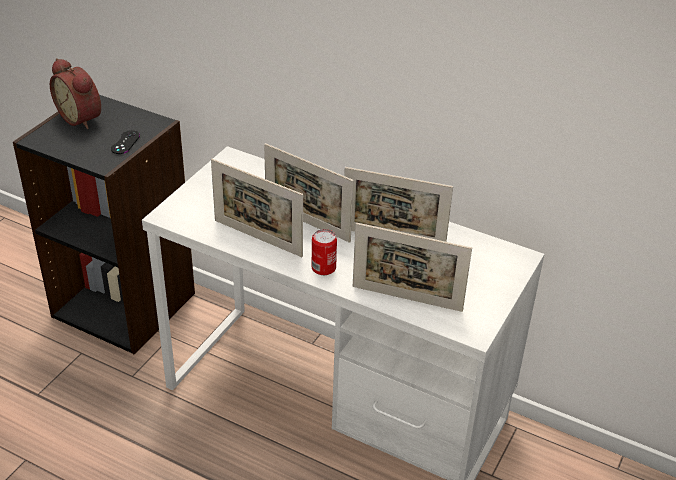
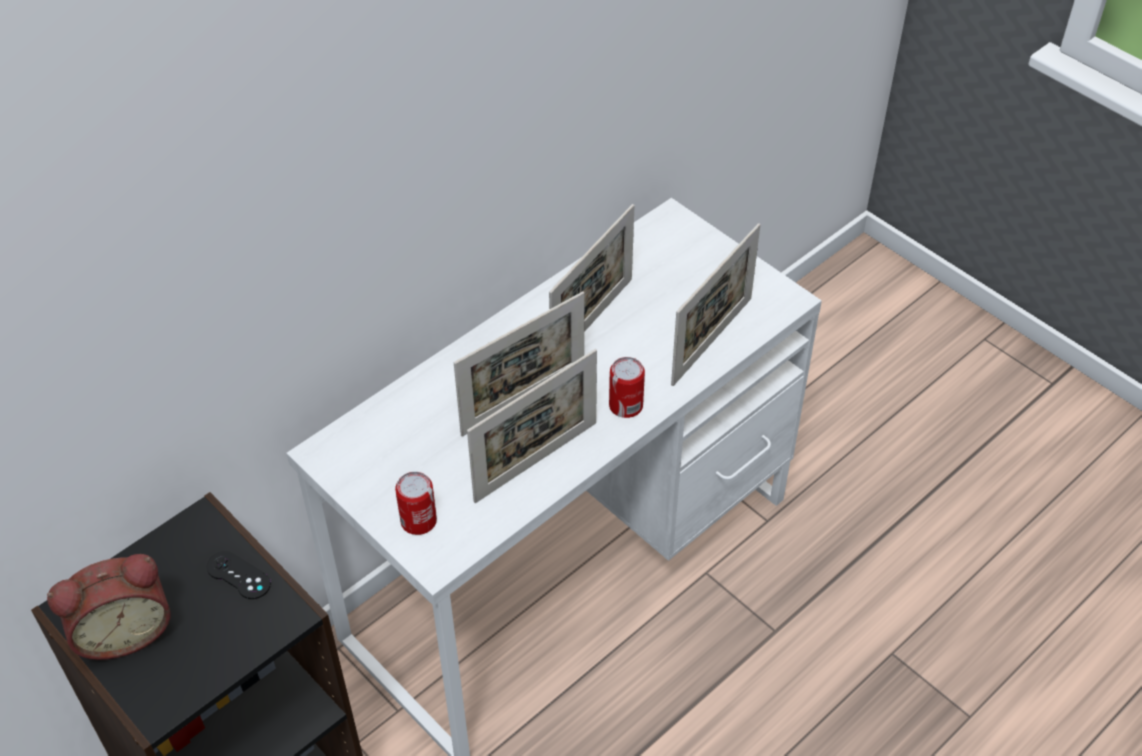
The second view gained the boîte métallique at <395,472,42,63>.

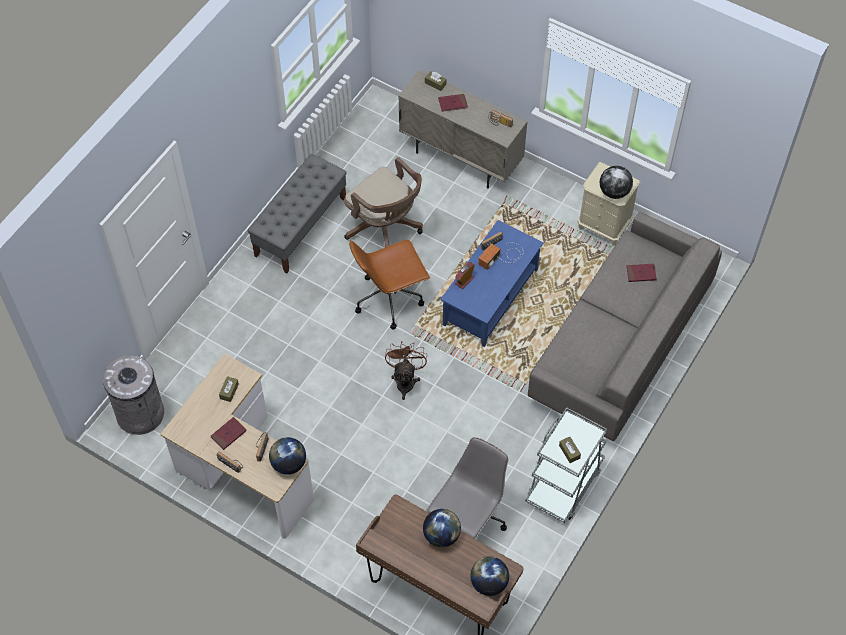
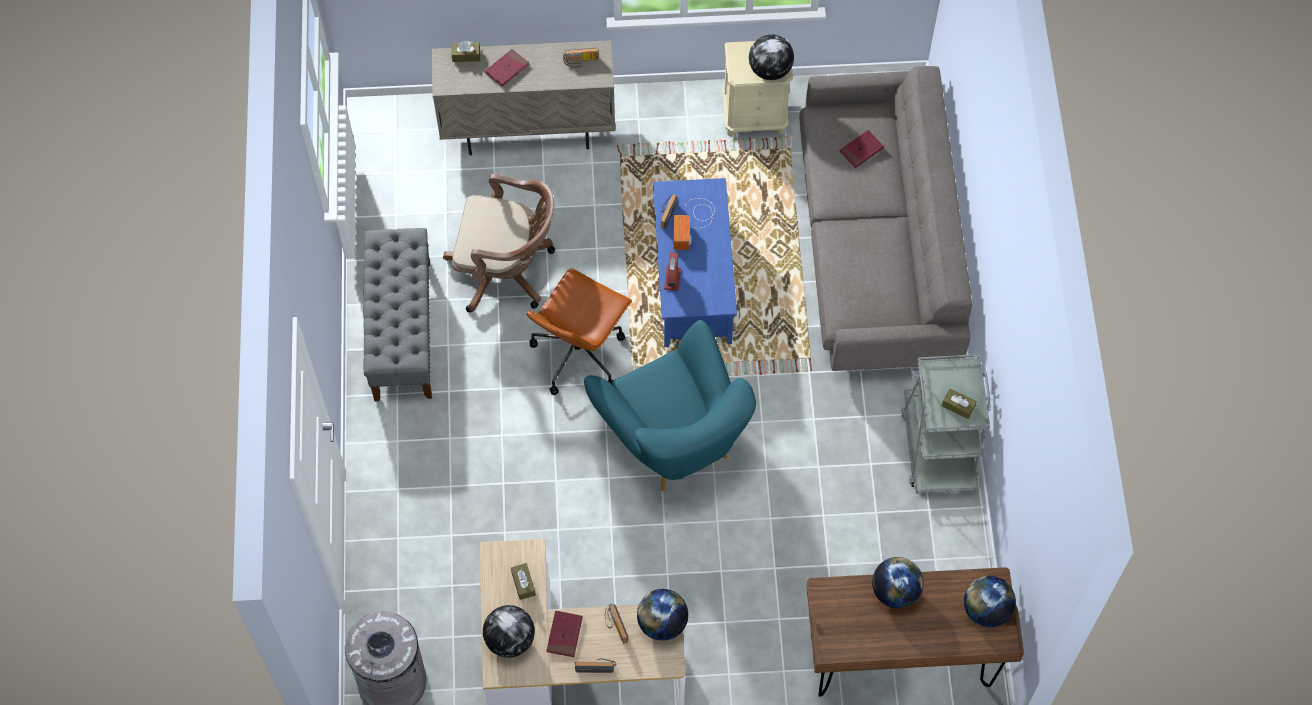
The second view gained the globe at <483,605,52,53>.
Where the ventilateur [marron] stood at <385,341,42,59>, the fauteuil [turquoise] came to stand at <584,320,172,171>.
The second view lost the chaise de bureau [gris] at <426,437,82,102>.

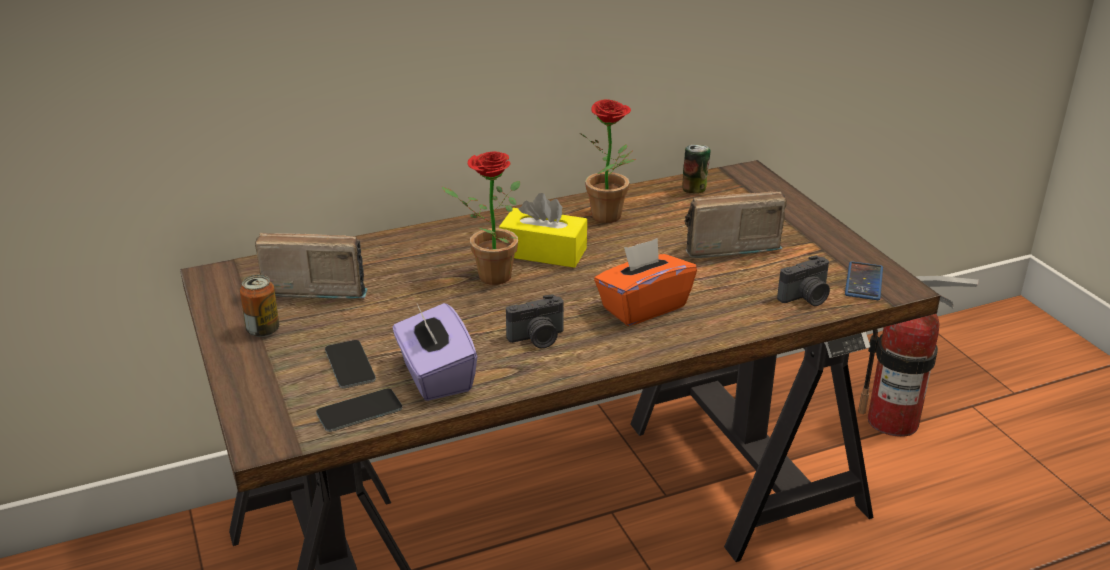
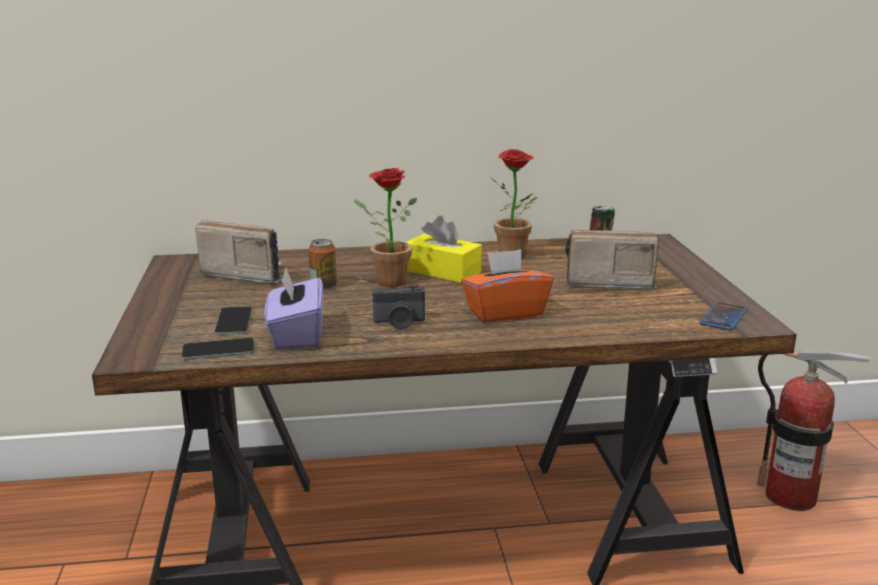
The boîte métallique ended up elsewhere, having gone from <240,275,39,62> to <308,239,29,51>.
The second view lost the appareil photo at <777,255,53,51>.

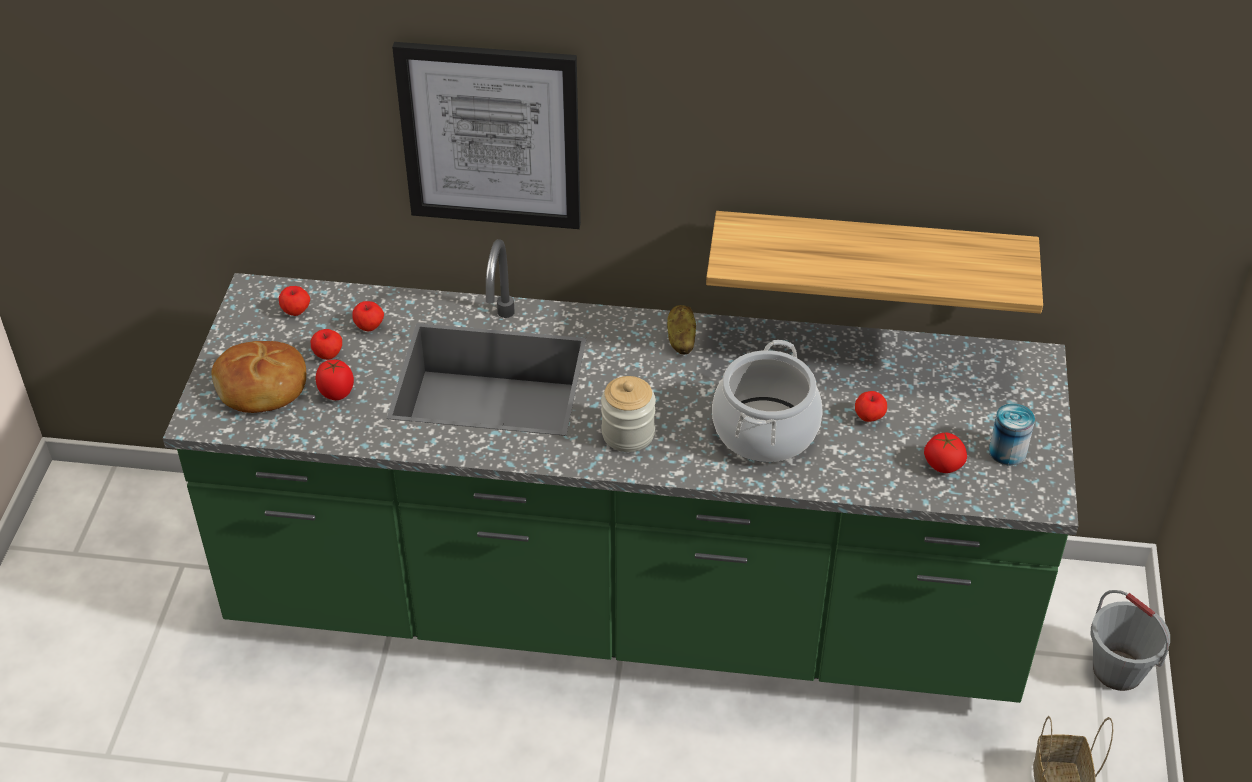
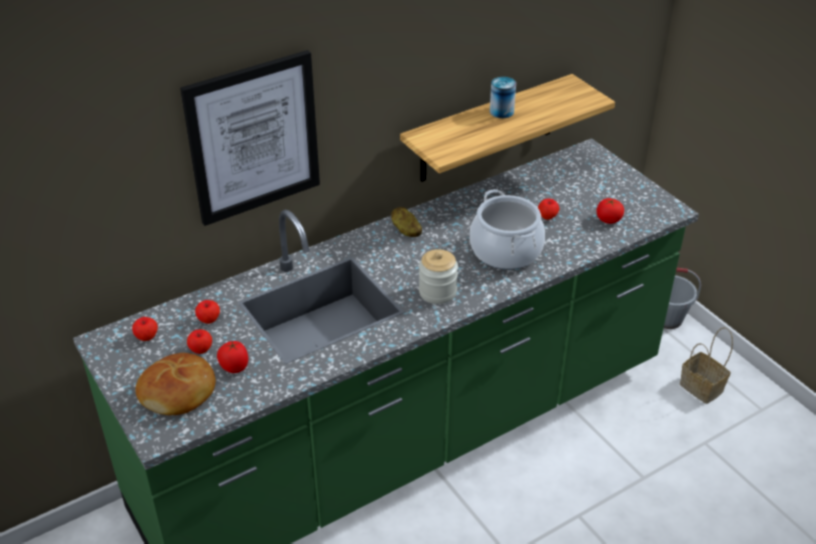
The boîte métallique ended up elsewhere, having gone from <989,403,46,62> to <490,77,26,41>.

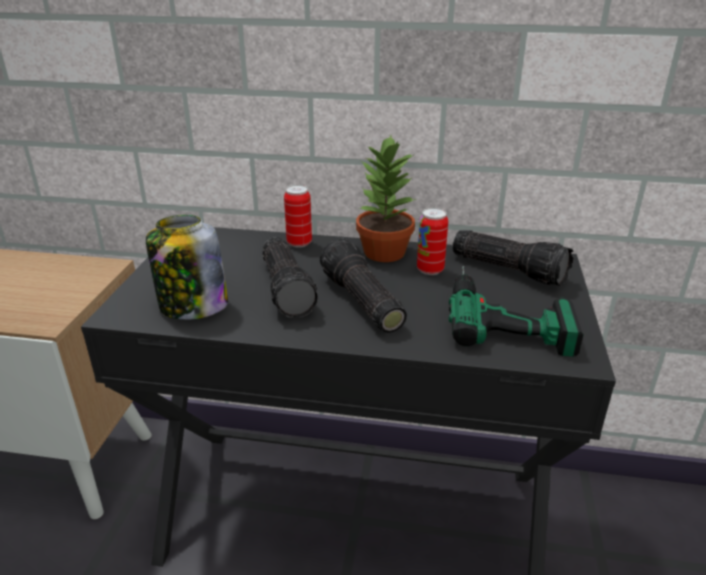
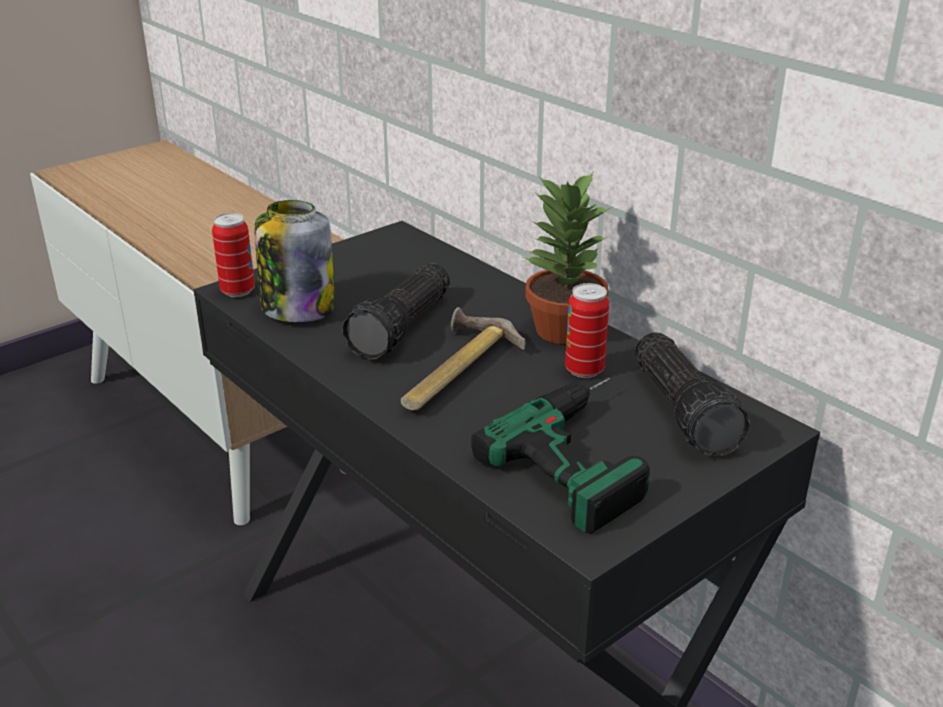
The boîte métallique ended up elsewhere, having gone from <284,185,28,63> to <212,213,43,84>.
Where the lampe de poche stood at <320,239,87,94>, the marteau came to stand at <400,307,125,103>.

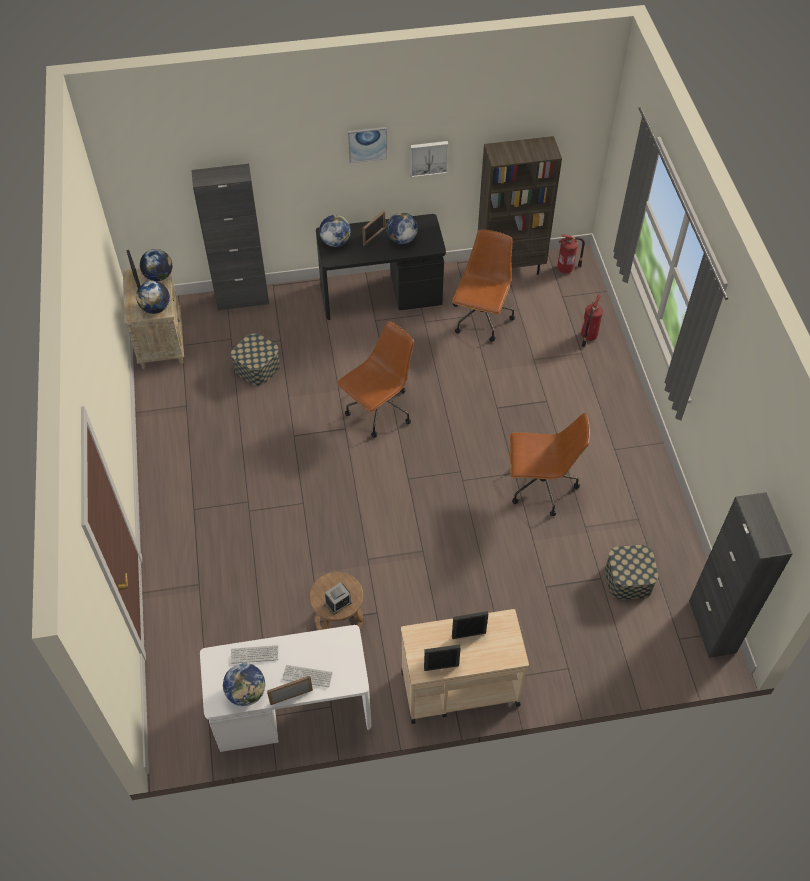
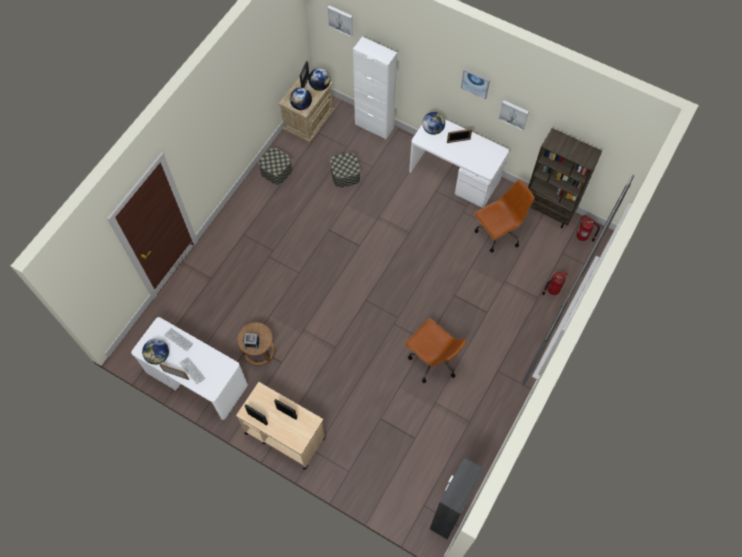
The boîte de rangement ended up elsewhere, having gone from <605,545,53,55> to <258,148,34,37>.
The second view gained the tableau at <327,5,26,32>.
What was the meuble de rangement [noir] at <192,164,77,147> turned into the meuble de rangement [blanc] at <353,37,44,102>.
What was the bureau [noir] at <316,214,130,106> turned into the bureau [blanc] at <409,119,100,89>.
The second view lost the chaise de bureau [marron] at <337,321,77,116>.
The second view lost the globe at <386,212,32,32>.

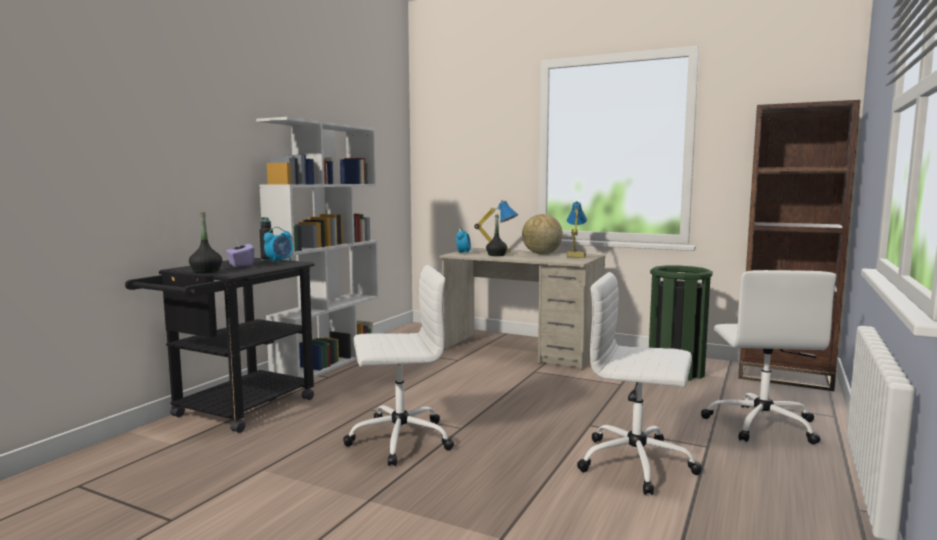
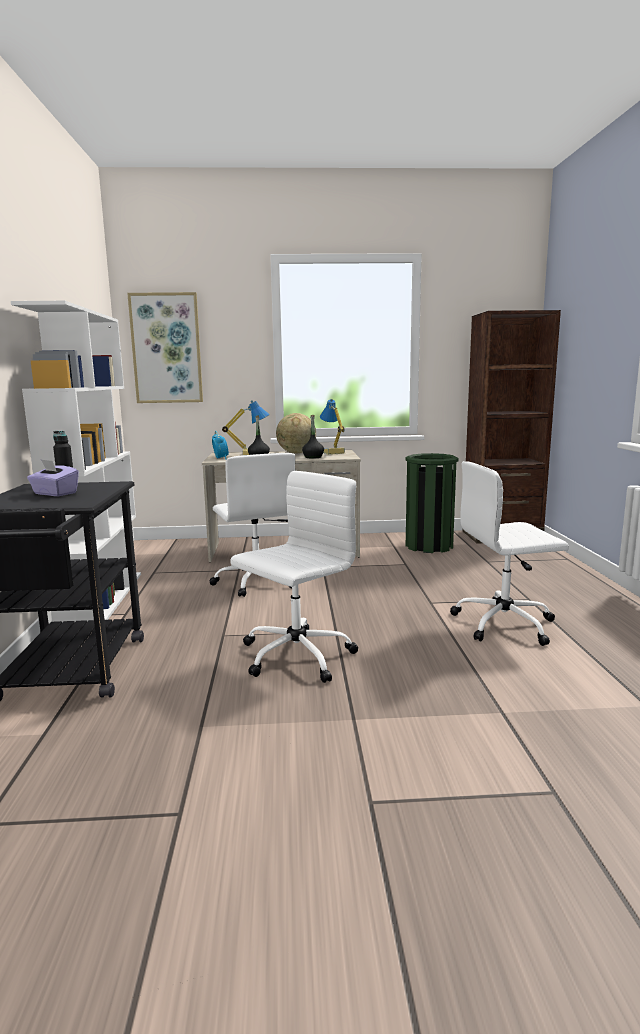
The second view gained the tableau at <127,292,76,111>.
The chaise de bureau [blanc] ended up elsewhere, having gone from <701,270,136,174> to <209,453,86,144>.
The bouteille [noir] ended up elsewhere, having gone from <189,212,33,61> to <302,415,22,43>.
The second view lost the réveil at <264,227,29,36>.

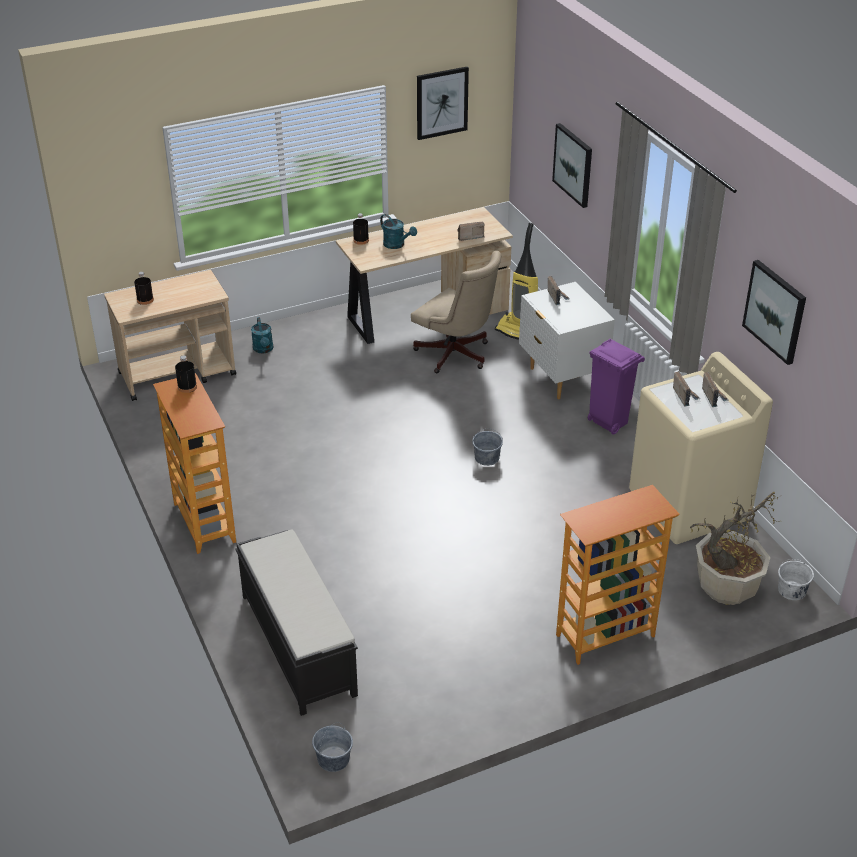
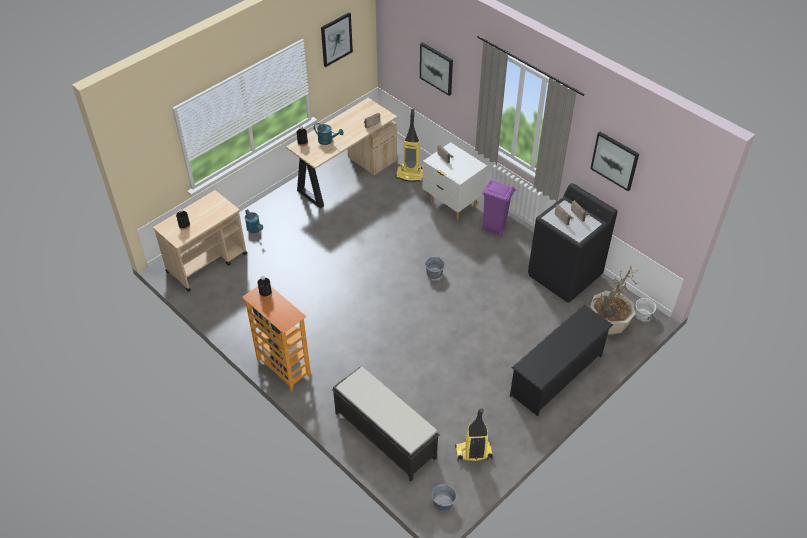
The second view gained the aspirateur at <455,408,38,54>.
Where the bibliothèque stood at <556,485,124,180>, the étagère à chaussures [noir] came to stand at <510,304,103,112>.
What was the lave-linge [beige] at <629,352,144,192> turned into the lave-linge [noir] at <528,183,89,120>.
The second view lost the chaise de bureau [beige] at <411,251,90,122>.

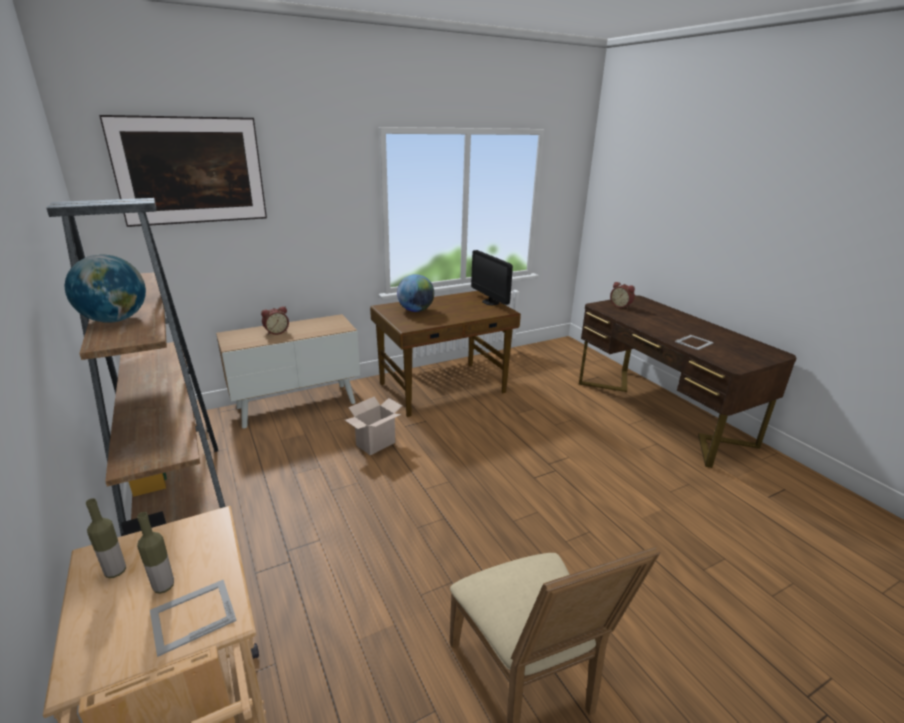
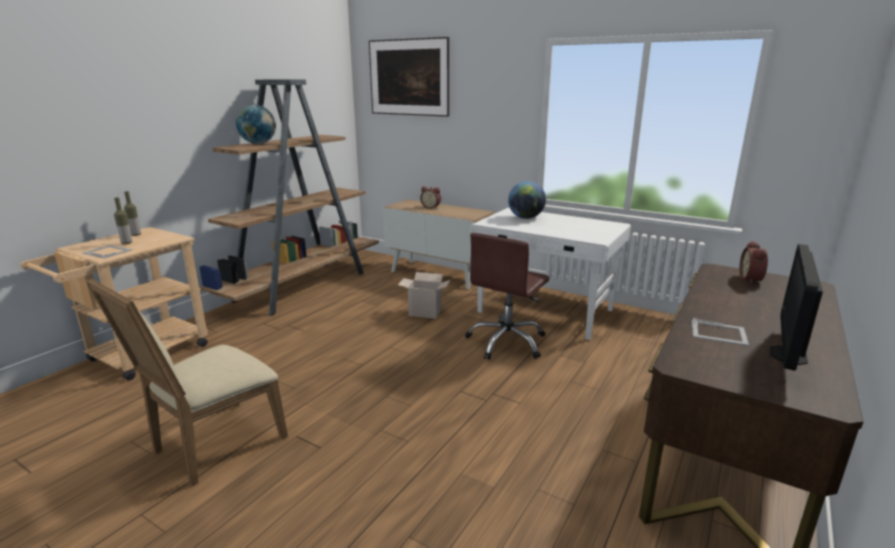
The second view gained the chaise de bureau [marron] at <465,233,84,127>.
What was the bureau [marron] at <370,291,151,126> turned into the bureau [blanc] at <470,208,161,132>.
The écran d'ordinateur ended up elsewhere, having gone from <471,250,42,55> to <770,244,53,127>.

